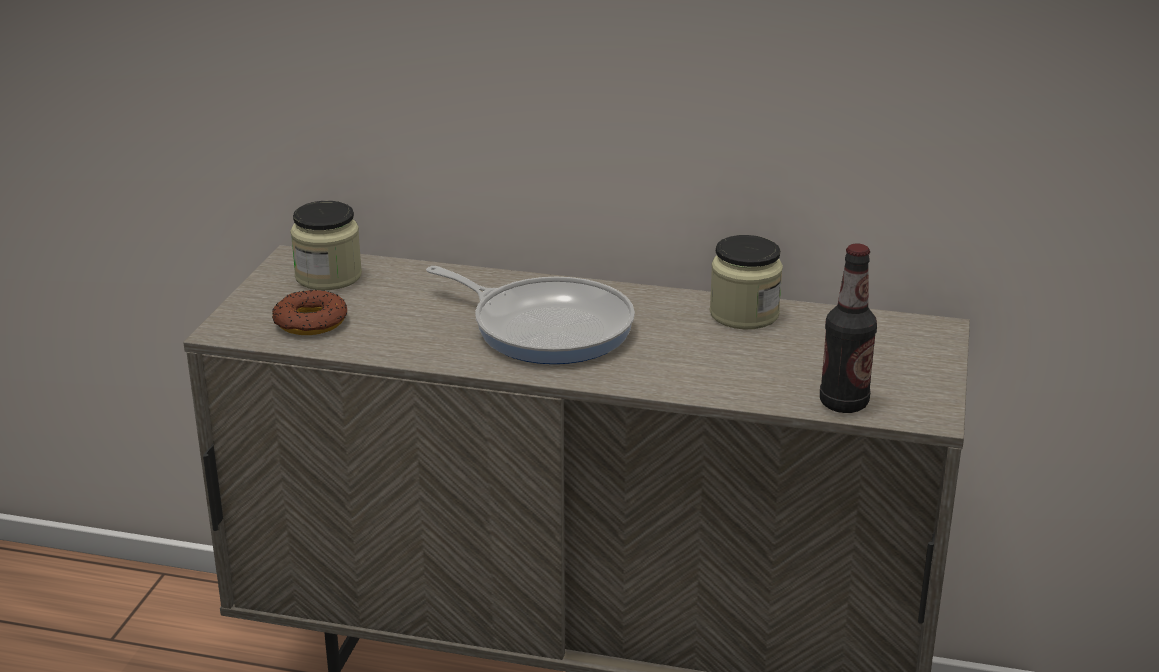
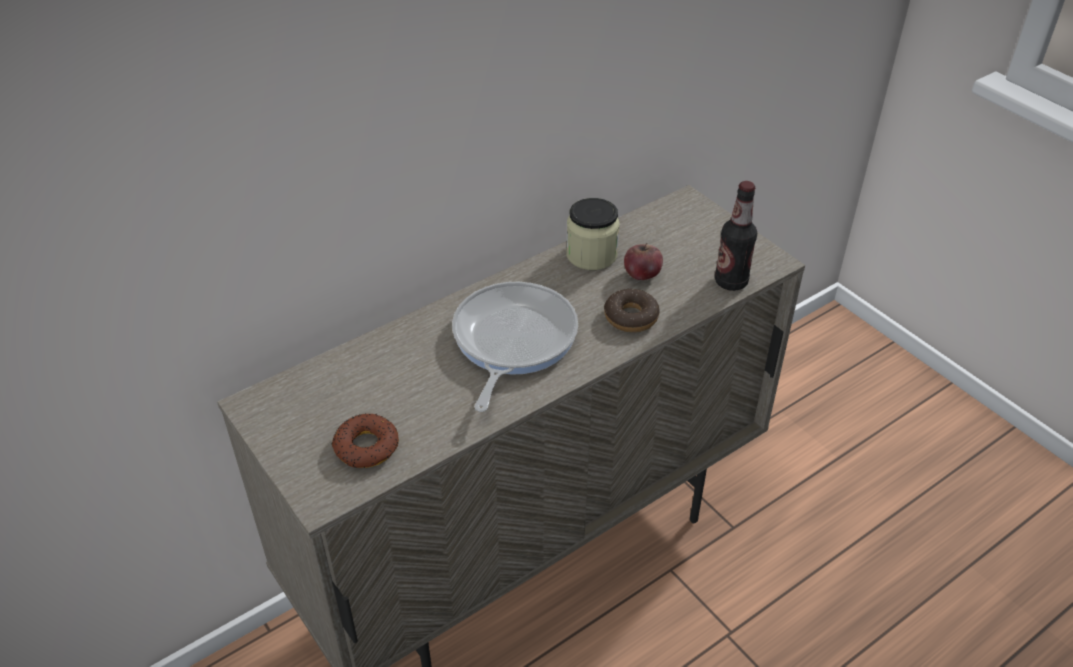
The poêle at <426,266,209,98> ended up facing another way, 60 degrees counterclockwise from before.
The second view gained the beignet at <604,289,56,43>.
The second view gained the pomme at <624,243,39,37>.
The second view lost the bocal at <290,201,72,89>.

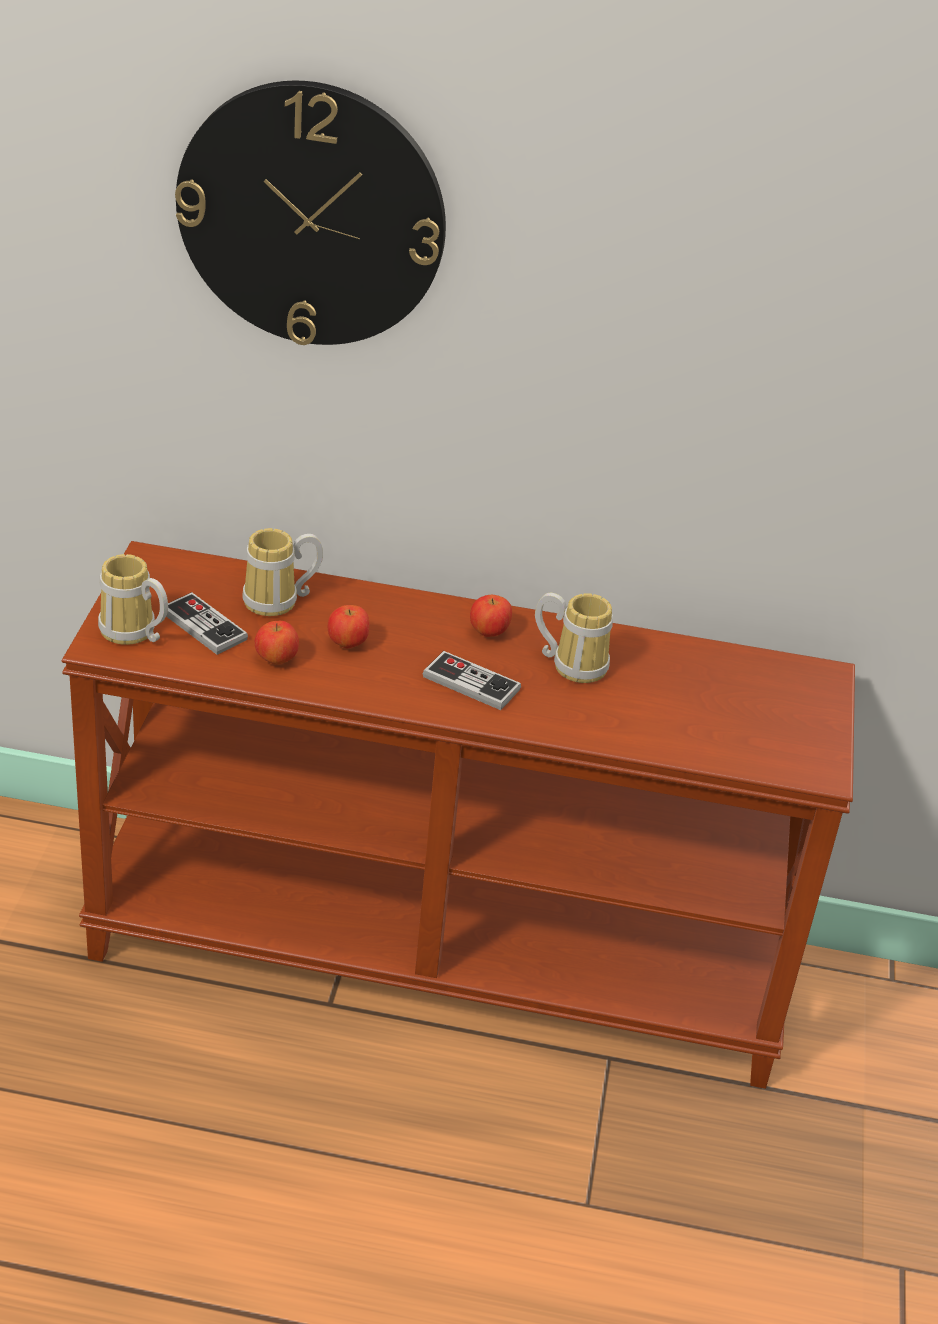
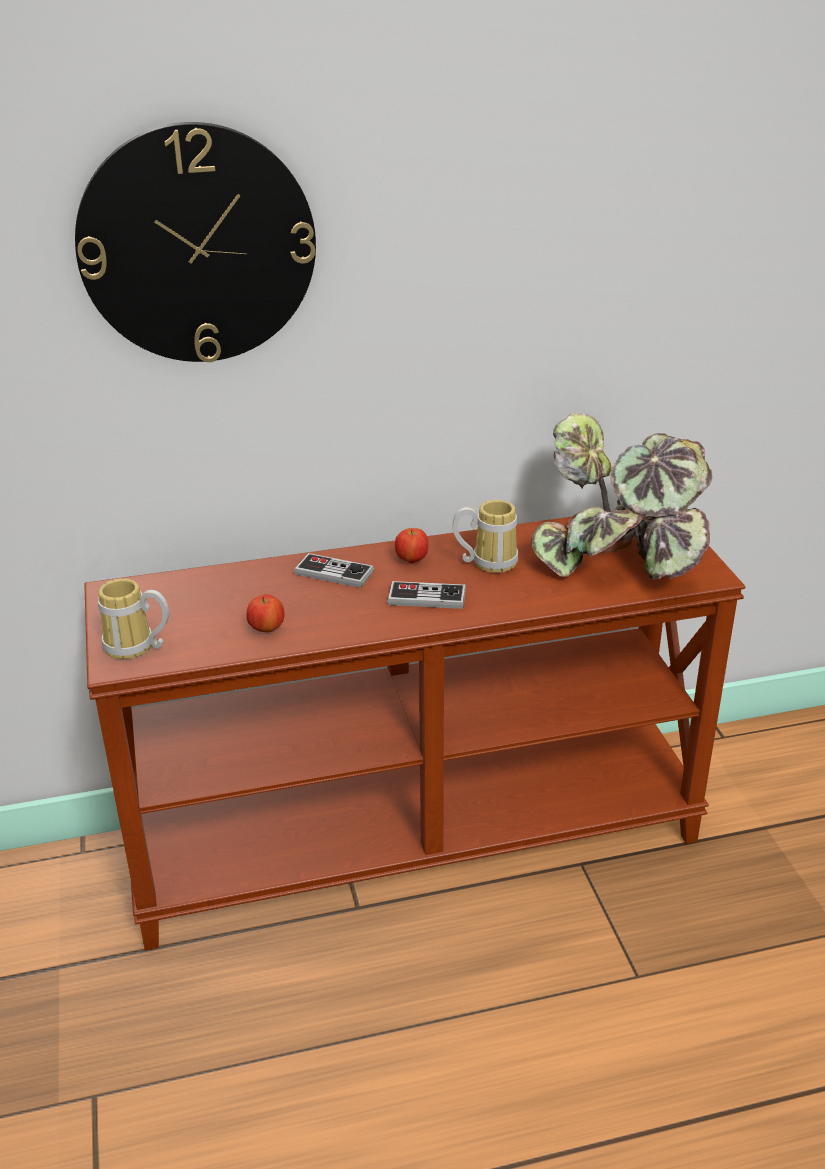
The manette ended up elsewhere, having gone from <166,592,82,63> to <294,553,80,35>.
The second view gained the plante en pot at <531,413,181,167>.
The second view lost the mug at <242,528,81,88>.
The second view lost the pomme at <328,605,41,43>.

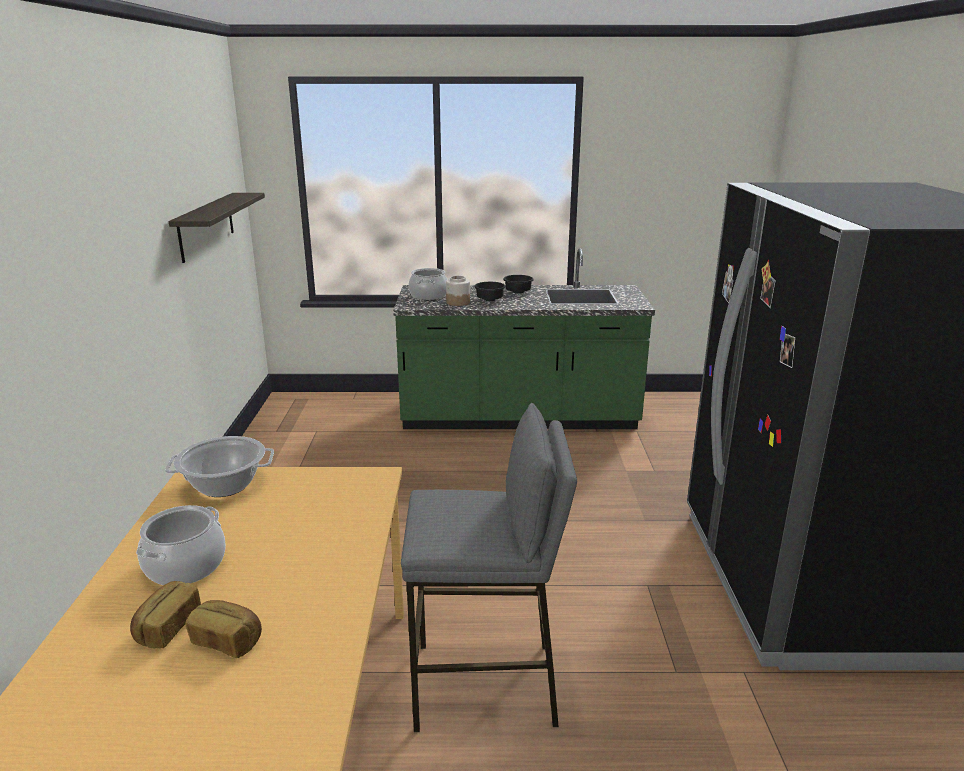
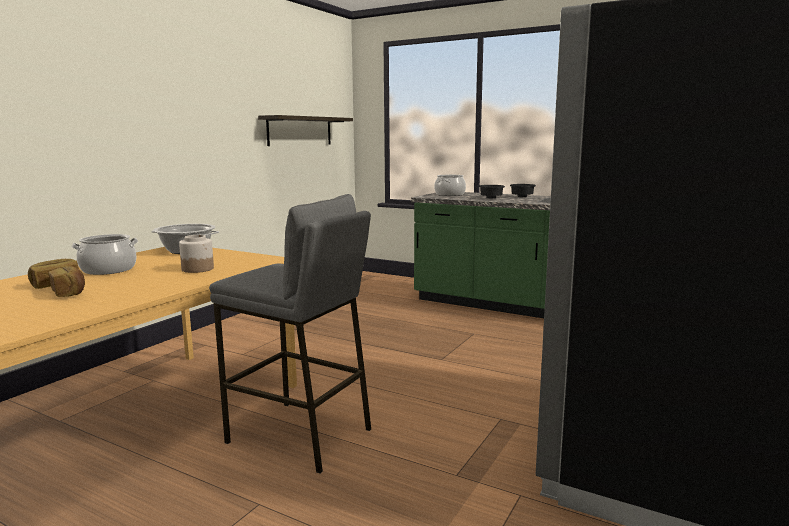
The bocal ended up elsewhere, having gone from <446,276,24,30> to <179,235,35,38>.

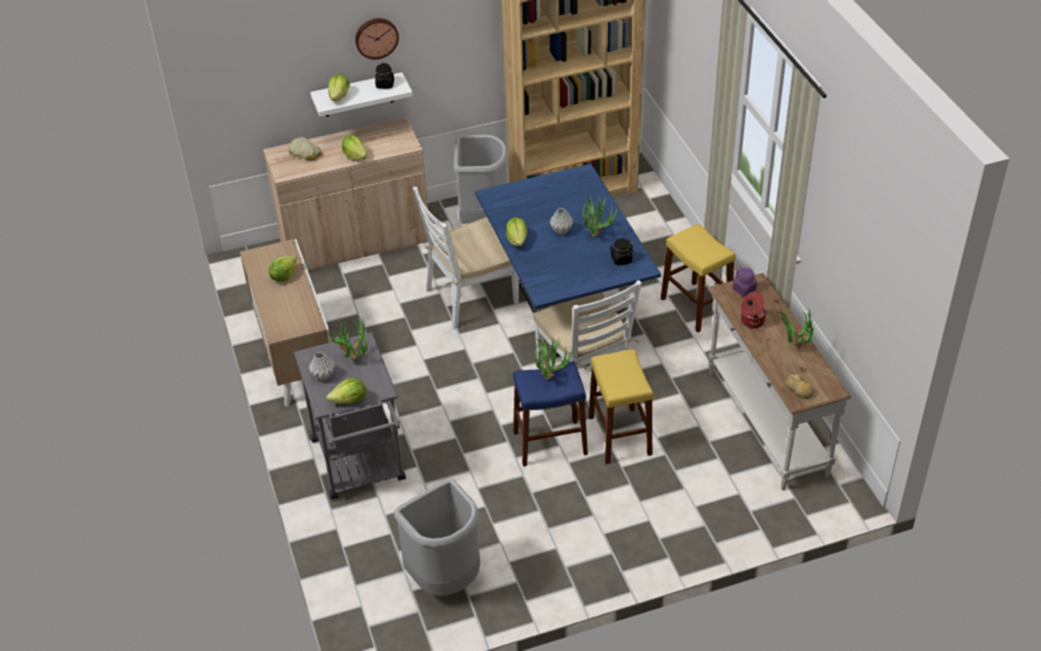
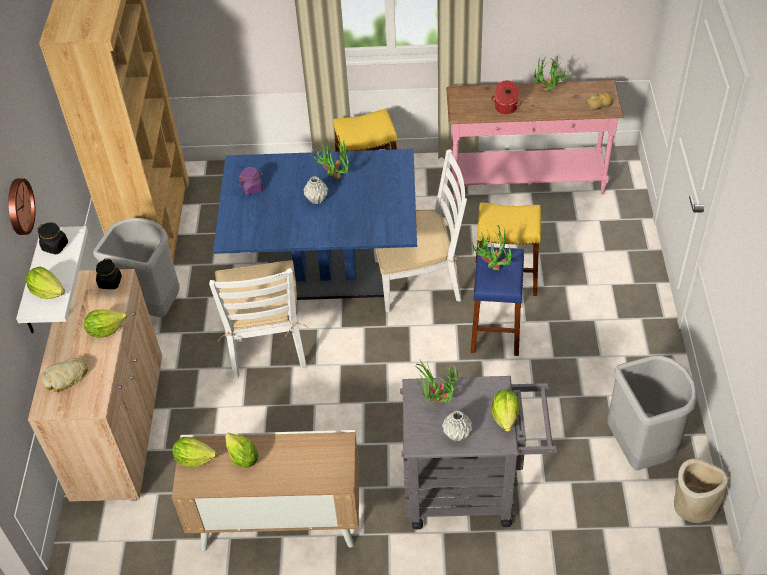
The bocal [noir] ended up elsewhere, having gone from <609,238,25,27> to <96,259,26,30>.
The laitue ended up elsewhere, having gone from <506,217,21,30> to <172,437,45,30>.
The bocal [violet] ended up elsewhere, having gone from <733,268,24,29> to <239,167,24,28>.
What was the table console [blanc] at <708,273,143,217> turned into the table console [rose] at <446,80,178,120>.
The second view gained the cache-pot [beige] at <674,458,55,65>.

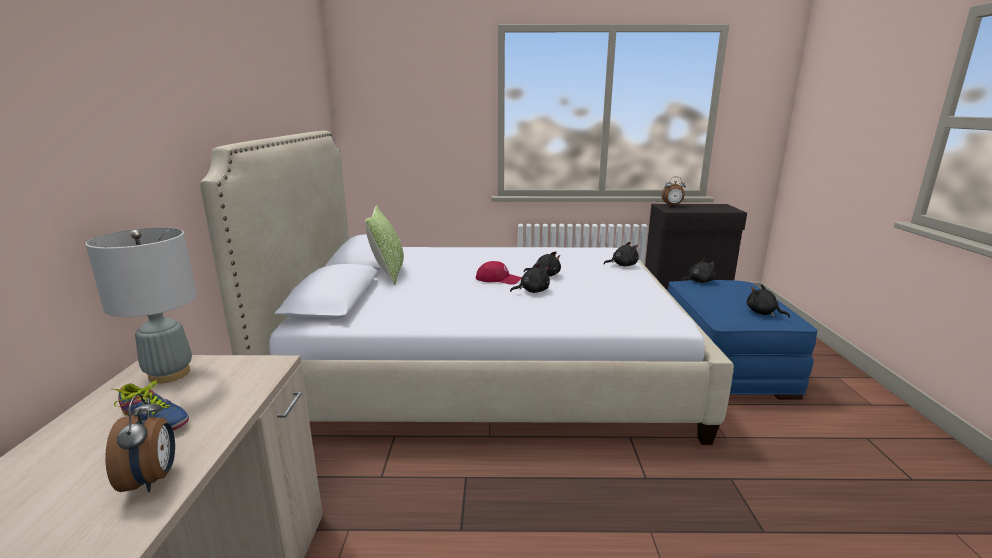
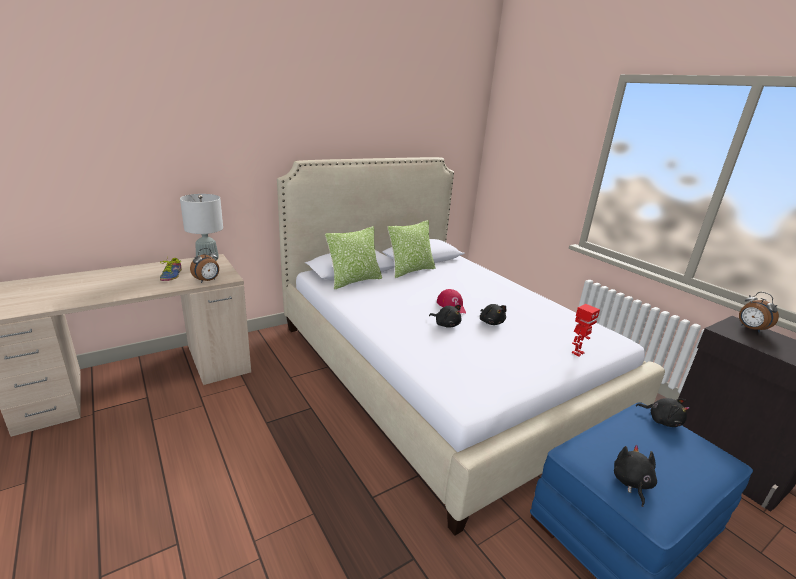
The réveil ended up elsewhere, having gone from <105,393,70,100> to <190,248,29,35>.
The second view gained the coussin at <325,226,57,64>.
Where the peluche [noir] stood at <603,242,36,24>, the robot jouet came to stand at <572,304,28,53>.

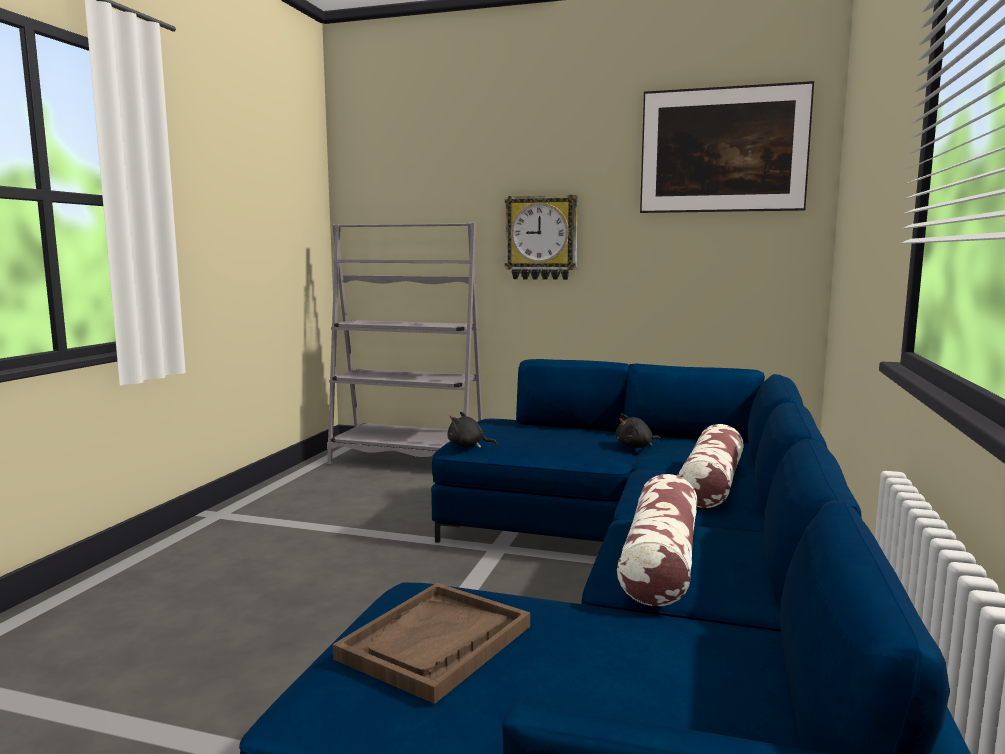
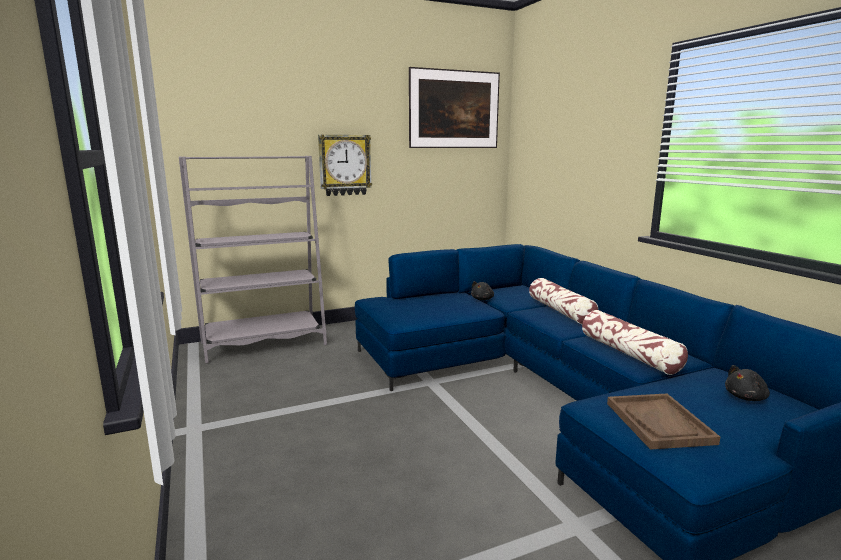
The peluche [noir] ended up elsewhere, having gone from <448,412,50,36> to <725,365,45,36>.

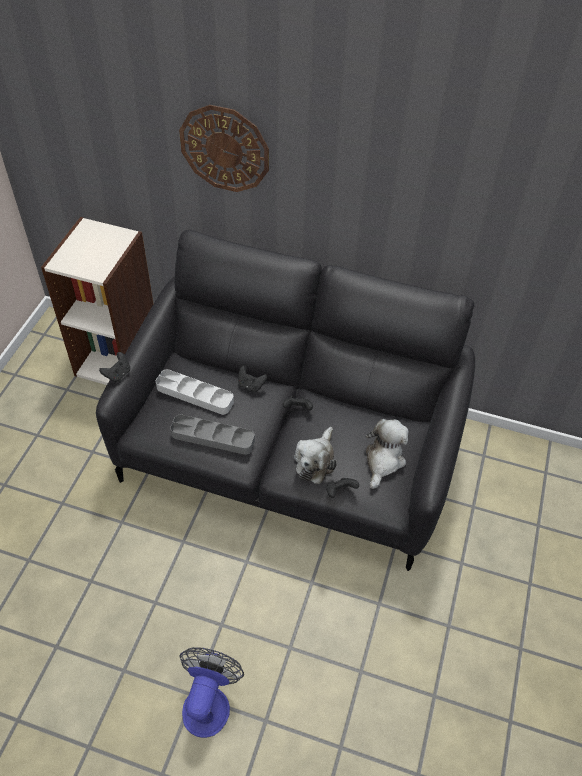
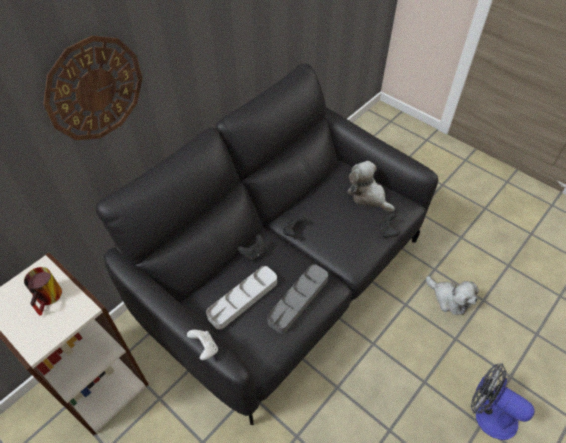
The second view gained the mug at <24,267,38,49>.
What was the manette [noir] at <99,352,31,30> turned into the manette [blanc] at <187,330,31,30>.
The peluche ended up elsewhere, having gone from <294,427,43,57> to <426,276,53,39>.

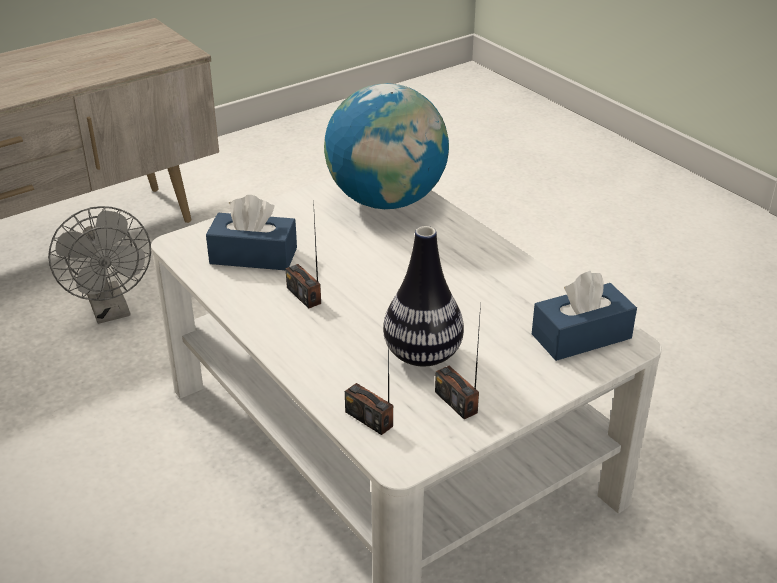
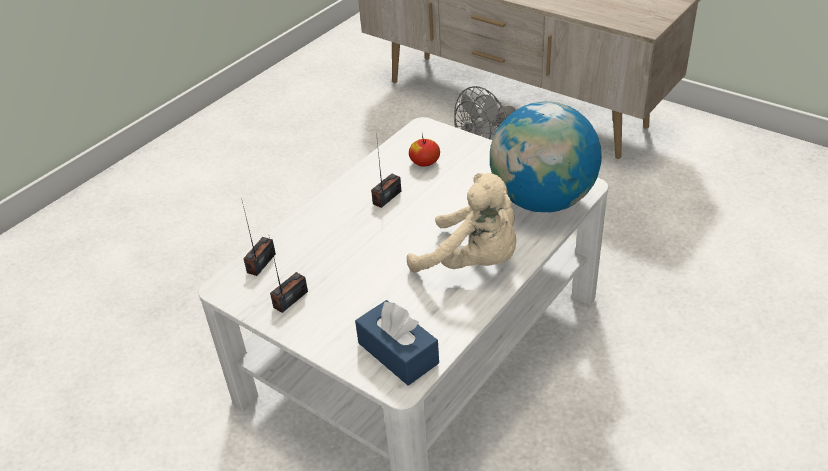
The second view gained the peluche [beige] at <407,173,109,100>.
Where the boîte à mouchoirs [bleu] stood at <206,195,91,75>, the pomme came to stand at <409,133,31,34>.
The second view lost the vase at <383,226,81,141>.

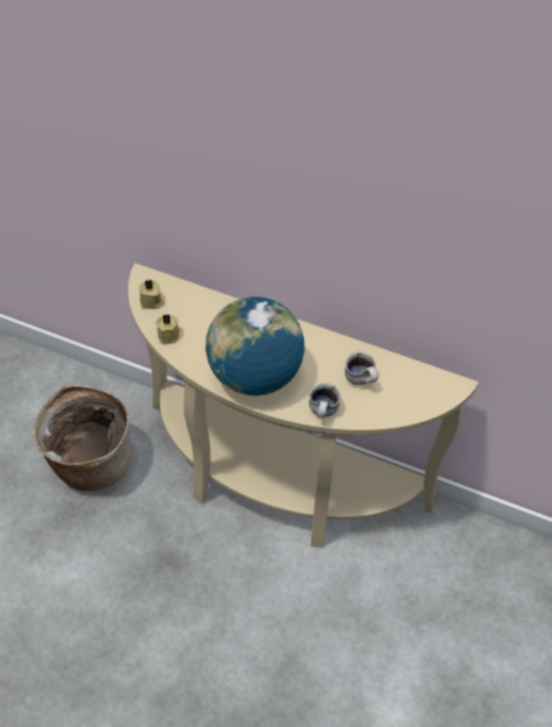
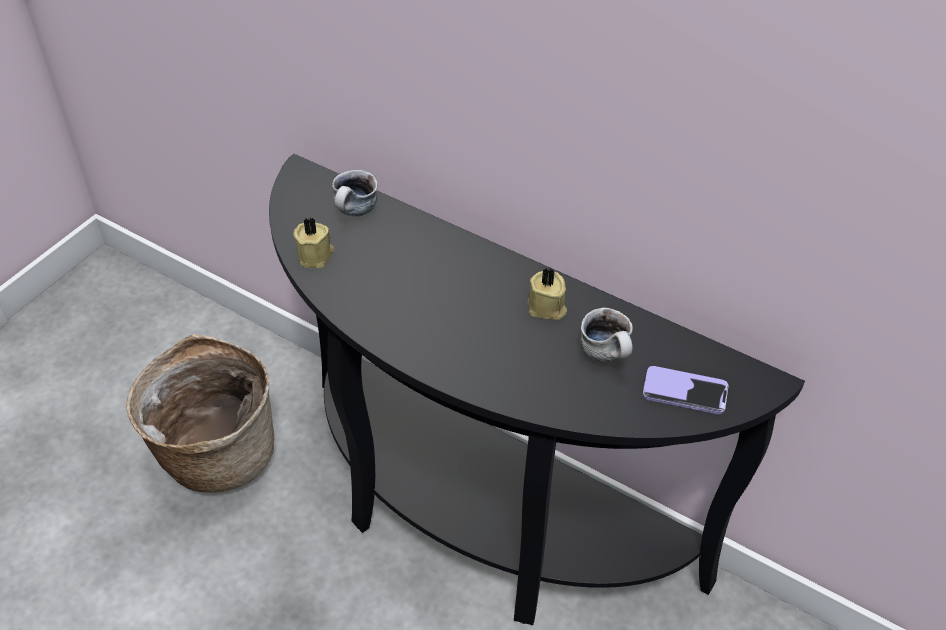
What was the table console [beige] at <128,263,350,284> turned into the table console [noir] at <269,154,536,471>.
The mug ended up elsewhere, having gone from <309,383,32,35> to <332,170,45,46>.
The bougie [beige] ended up elsewhere, having gone from <139,280,24,29> to <527,268,40,52>.
The second view gained the téléphone at <643,366,85,48>.
The second view lost the globe at <206,297,99,99>.

